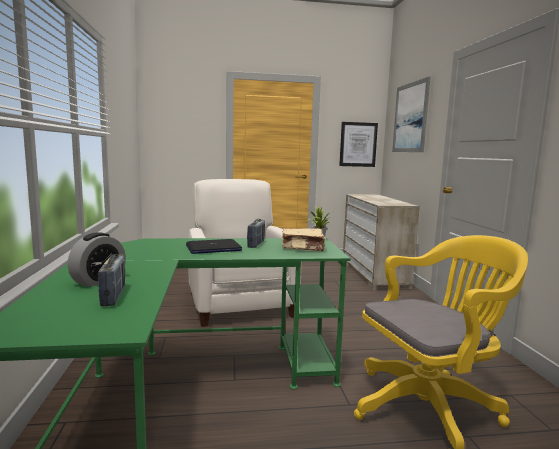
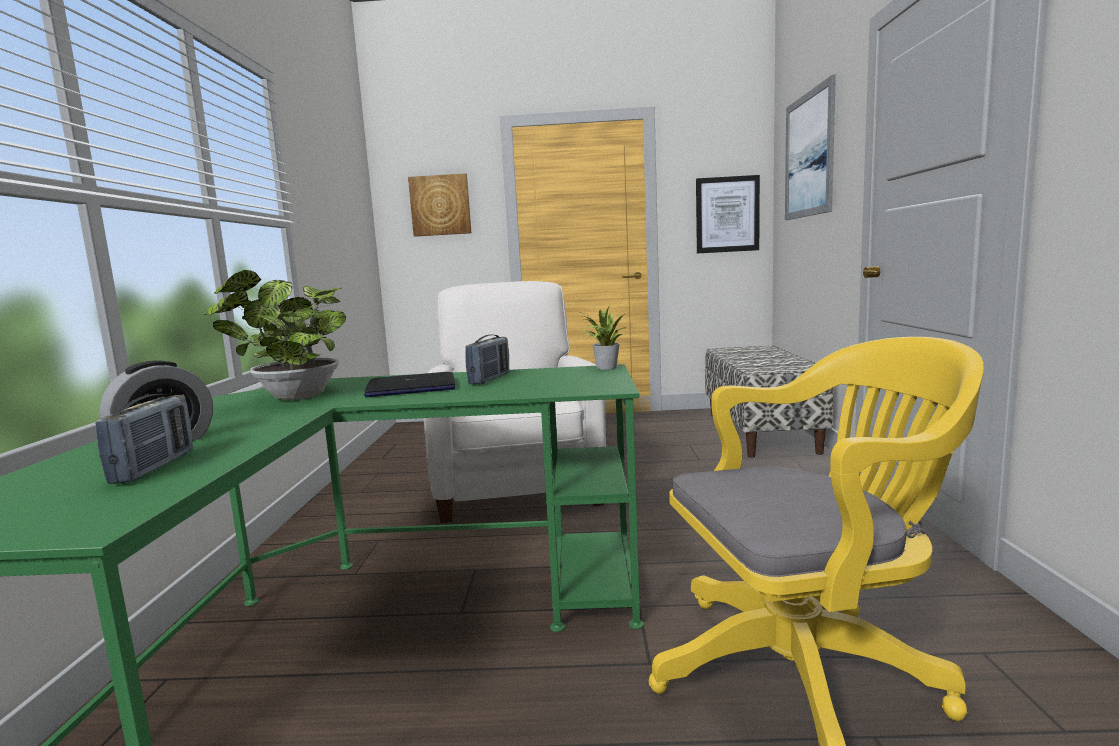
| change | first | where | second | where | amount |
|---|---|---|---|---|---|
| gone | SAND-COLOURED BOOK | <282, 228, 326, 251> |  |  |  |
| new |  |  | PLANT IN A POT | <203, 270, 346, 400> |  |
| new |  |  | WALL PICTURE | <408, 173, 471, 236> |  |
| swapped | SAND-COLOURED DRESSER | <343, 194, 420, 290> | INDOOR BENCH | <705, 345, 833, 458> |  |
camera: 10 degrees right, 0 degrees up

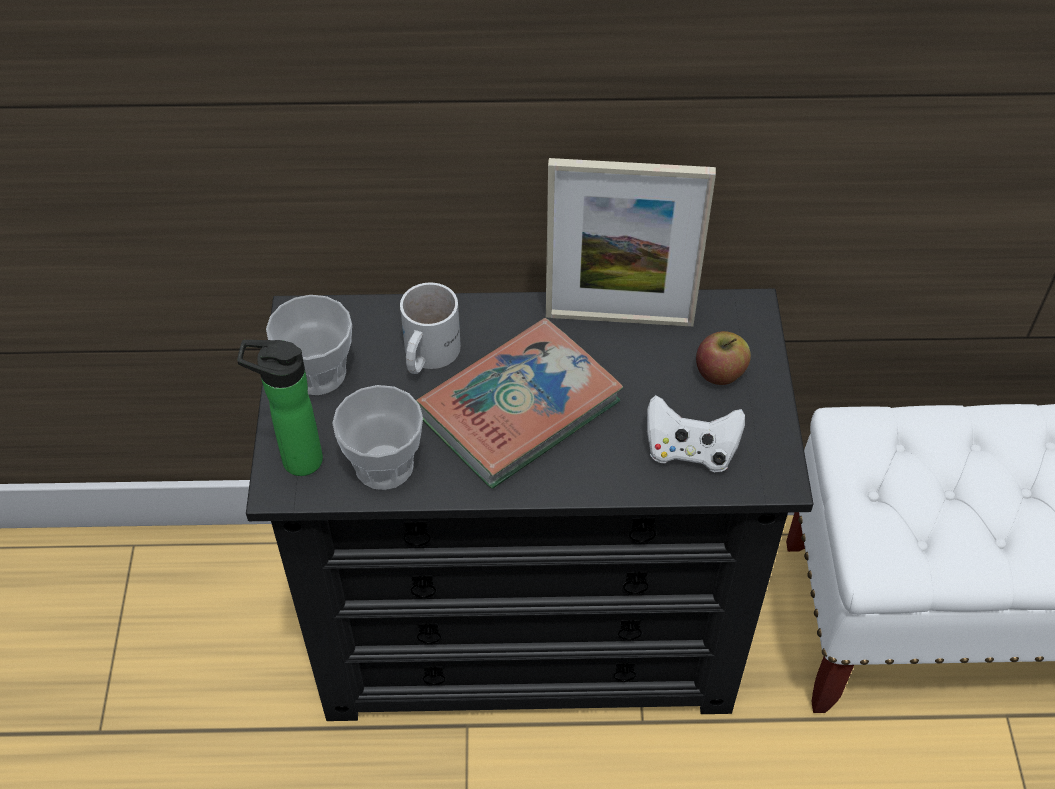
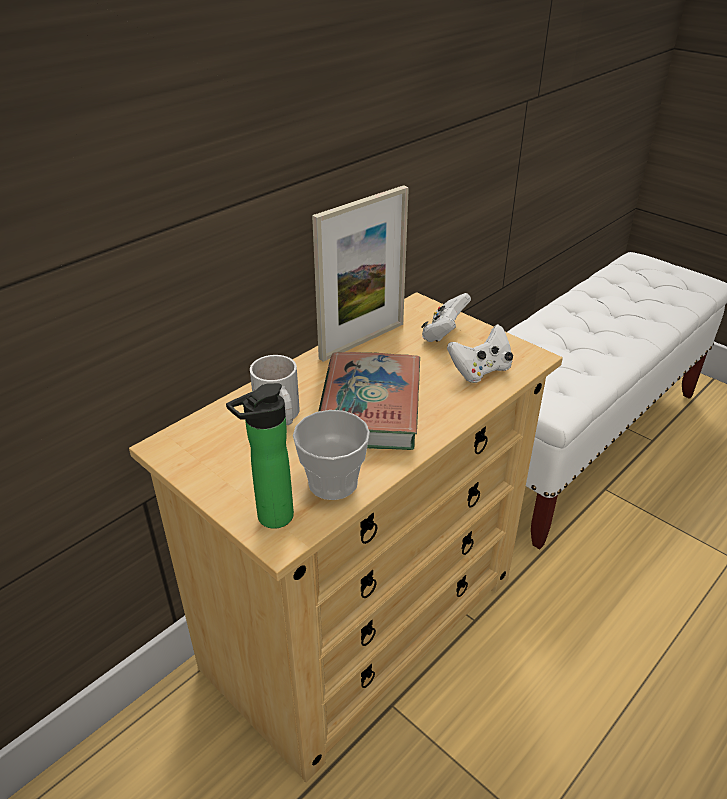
| change | first | where | second | where | amount |
|---|---|---|---|---|---|
| gone | DRINKING CUP | <266, 295, 352, 395> |  |  |  |
| swapped | APPLE | <696, 331, 751, 385> | WHITISH GAME CONTROLLER | <422, 293, 471, 342> |  |
| repainted | BLACKISH DRESSER | <246, 289, 813, 721> | SAND-COLOURED DRESSER | <129, 292, 563, 783> |  |
camera: 45 degrees left, 15 degrees down

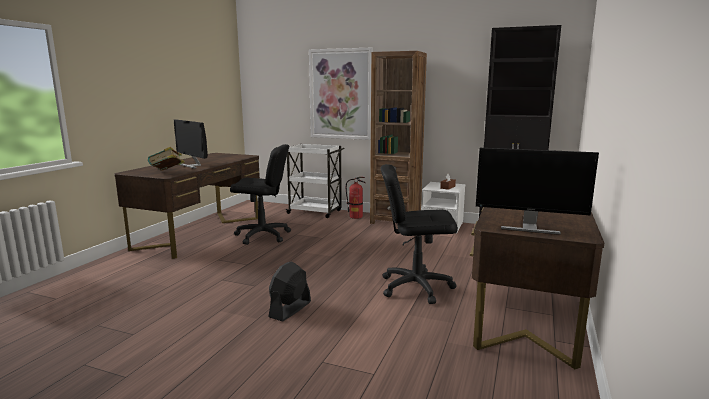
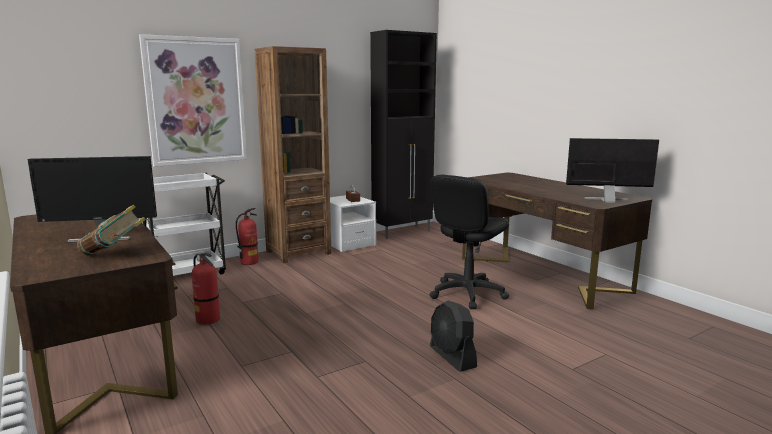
| change | first | where | second | where | amount |
|---|---|---|---|---|---|
| swapped | BLACKISH DESK CHAIR | <230, 144, 291, 245> | FIRE-FIGHTING CYLINDER | <192, 253, 220, 325> |  |
| rotated | COMPUTER DISPLAY | <476, 148, 599, 235> |  | <566, 138, 659, 203> | 135 degrees counterclockwise |
camera: 55 degrees left, 0 degrees up

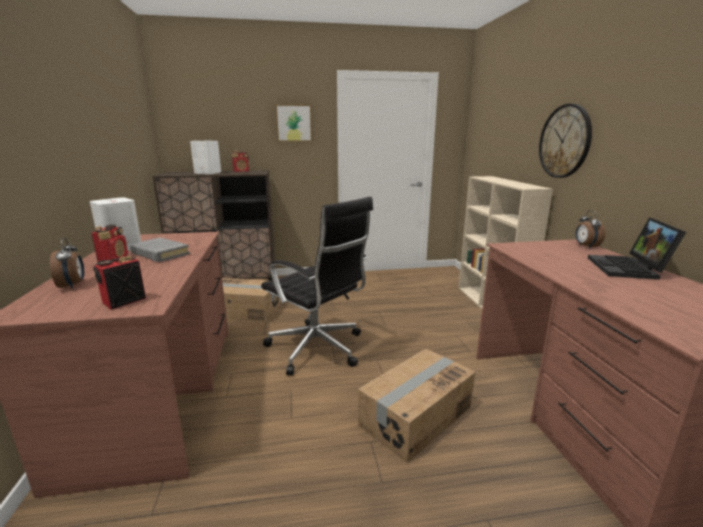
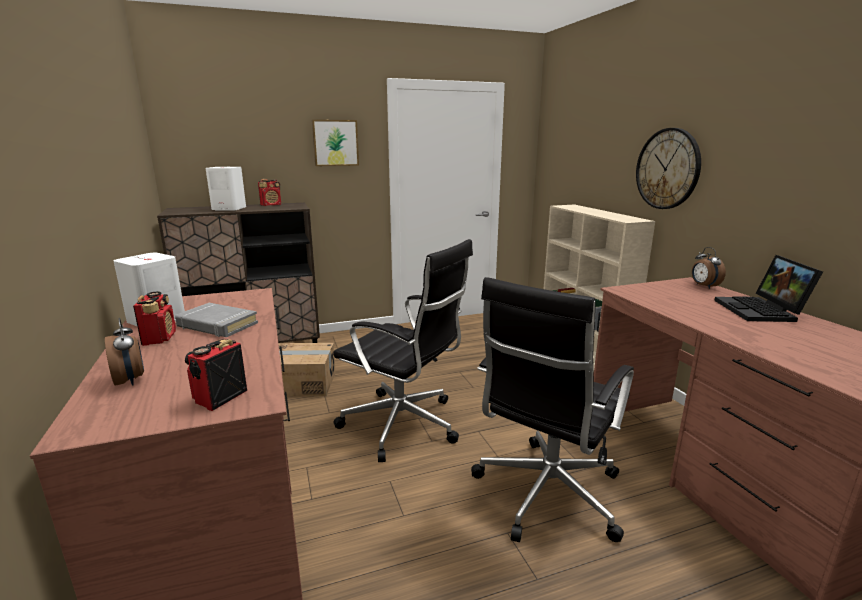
| change | first | where | second | where | amount |
|---|---|---|---|---|---|
| swapped | PACKING BOX | <358, 349, 475, 463> | BLACKISH DESK CHAIR | <471, 277, 634, 542> |  |
camera: 10 degrees left, 0 degrees up

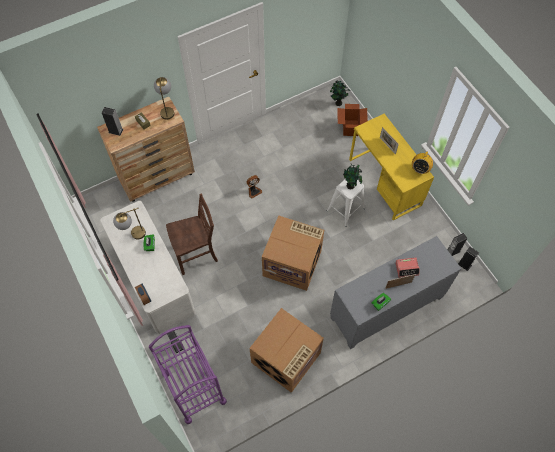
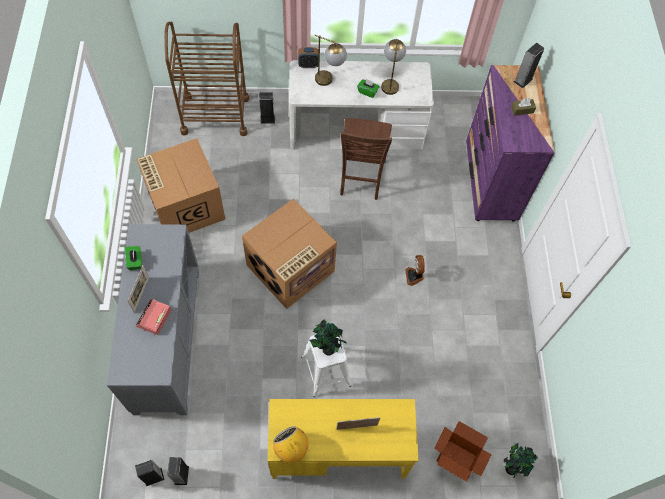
| change | first | where | second | where | amount |
|---|---|---|---|---|---|
| shifted | TABLETOP LAMP | <154, 77, 174, 120> |  | <314, 35, 347, 86> |  |
| repainted | BROWN DRESSER | <97, 97, 195, 202> | PURPLISH DRESSER | <466, 65, 555, 222> |  |
| repainted | PURPLISH CART | <149, 325, 227, 424> | BROWN CART | <164, 22, 249, 136> |  |
camera: 115 degrees right, 0 degrees up

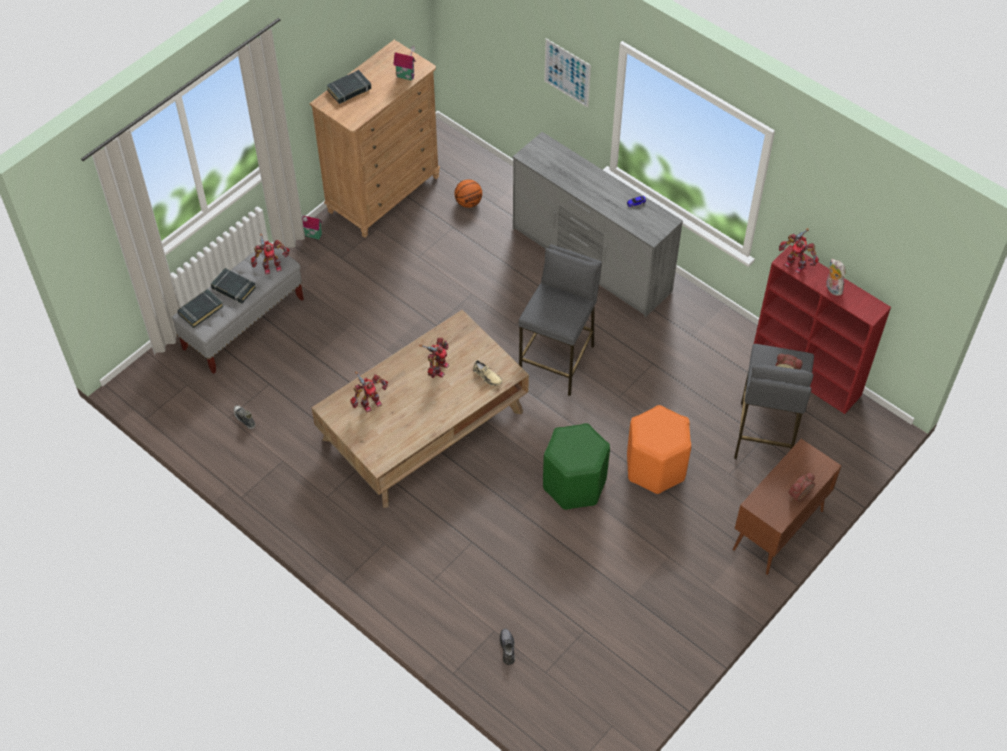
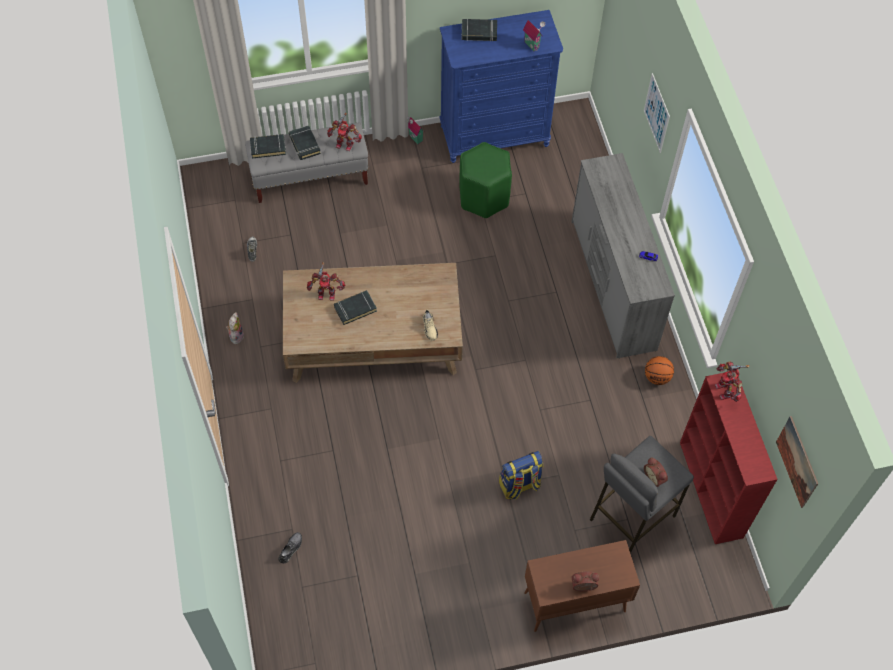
| change | first | where | second | where | amount |
|---|---|---|---|---|---|
| gone | ROBOT FIGURE | <419, 337, 449, 378> |  |  |  |
| gone | GREY STOOL SEAT | <518, 244, 602, 396> |  |  |  |
| new |  |  | BLACKISH BOOK | <334, 290, 377, 325> |  |
| new |  |  | WALL PICTURE | <776, 416, 818, 508> |  |
| shifted | BASKETBALL BALL | <455, 180, 482, 208> |  | <645, 356, 674, 385> |  |
| shifted | GREEN STOOL SEAT | <543, 423, 610, 510> |  | <460, 142, 512, 218> |  |
| shifted | CUDDLY TOY | <826, 259, 846, 296> |  | <226, 312, 244, 344> |  |
| swapped | ORANGEY STOOL SEAT | <627, 405, 691, 494> | KNAPSACK | <499, 451, 543, 500> |  |
| repainted | BROWN DRESSER | <309, 40, 440, 238> | BLUE DRESSER | <439, 10, 563, 163> |  |
camera: 35 degrees right, 5 degrees up

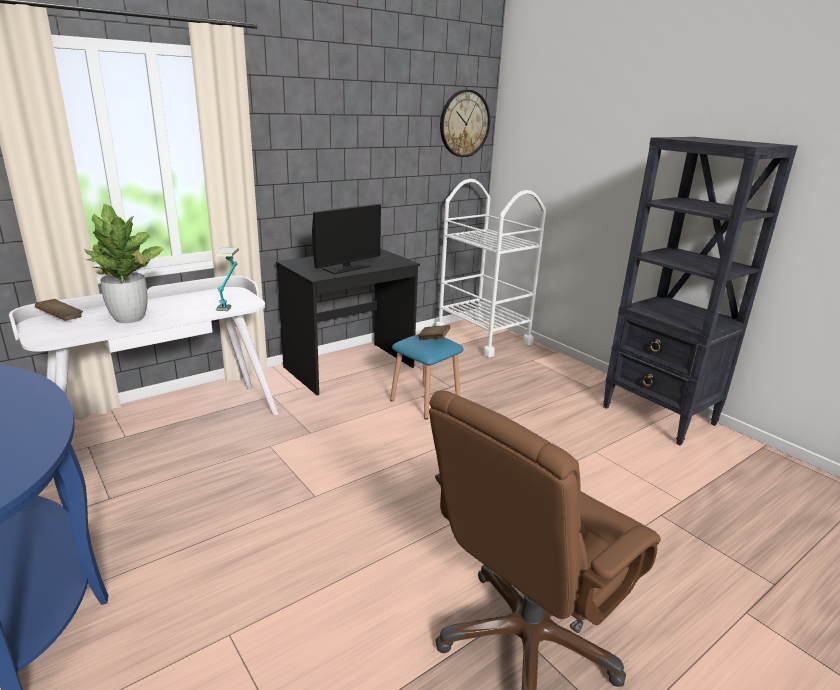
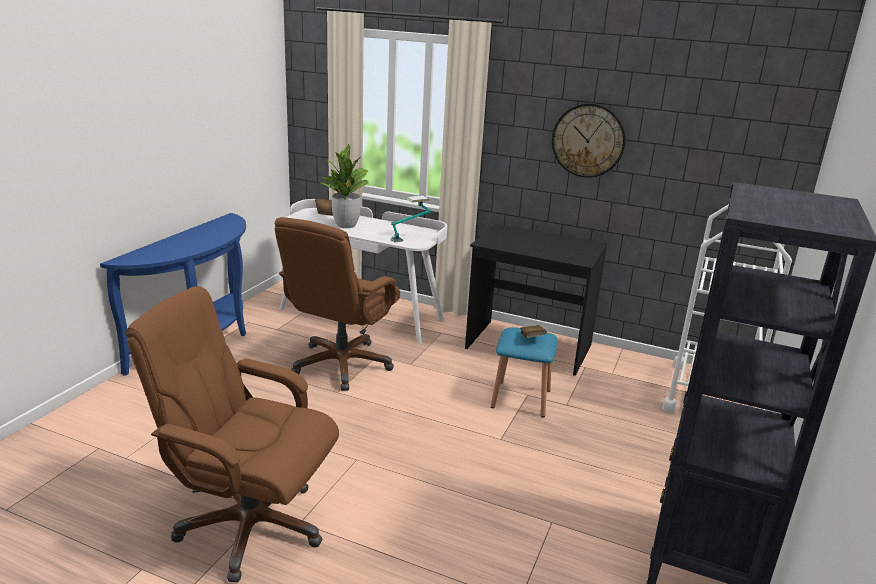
| change | first | where | second | where | amount |
|---|---|---|---|---|---|
| gone | COMPUTER DISPLAY | <312, 204, 381, 274> |  |  |  |
| new |  |  | BROWN DESK CHAIR | <274, 217, 400, 391> |  |
| shifted | CLOCK ON THE WALL | <440, 90, 490, 157> |  | <552, 103, 626, 178> |  |
camera: 60 degrees right, 0 degrees up

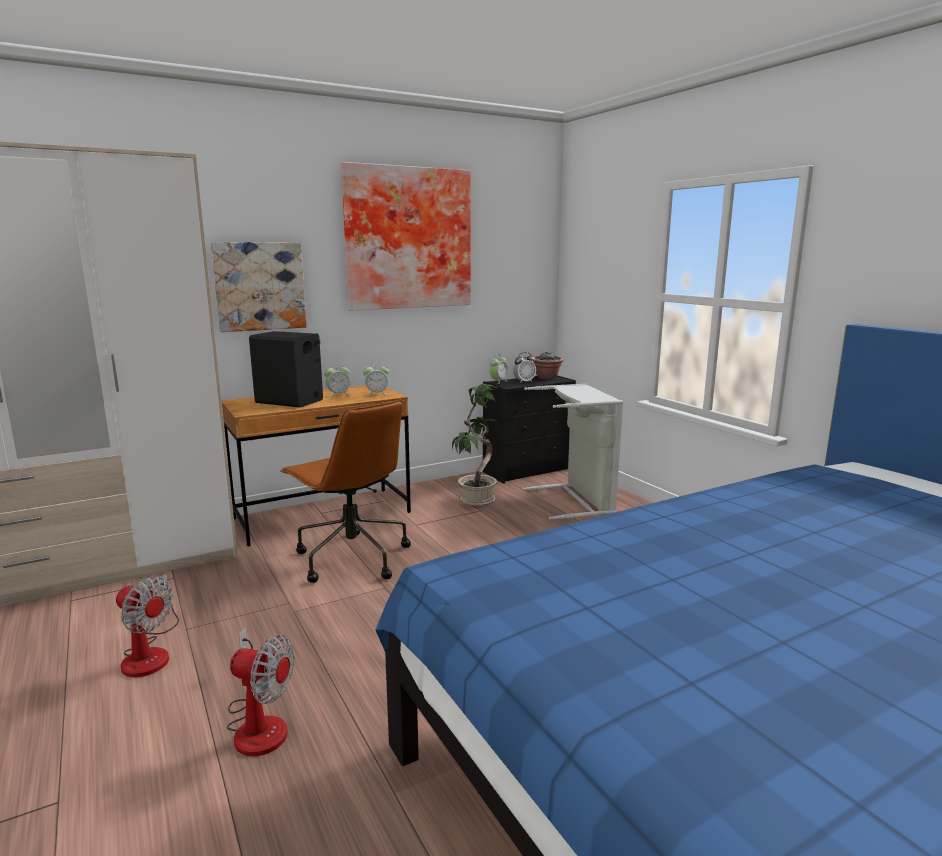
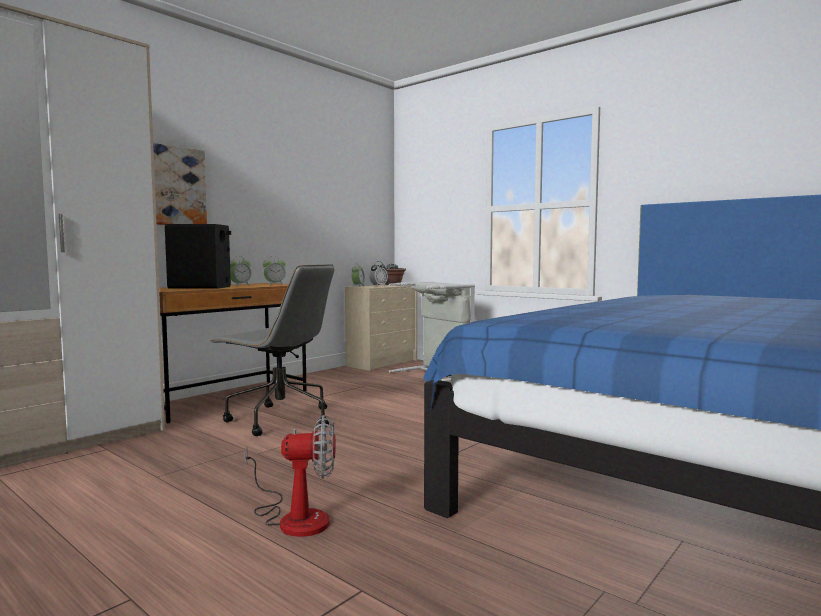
| change | first | where | second | where | amount |
|---|---|---|---|---|---|
| gone | FAN | <116, 574, 179, 677> |  |  |  |
| gone | WALL PICTURE | <341, 162, 471, 311> |  |  |  |
| gone | PLANT IN A POT | <452, 384, 499, 506> |  |  |  |
| repainted | BROWN DESK CHAIR | <280, 400, 411, 583> | GREY DESK CHAIR | <210, 264, 334, 436> |  |
| repainted | BLACKISH DRESSER | <483, 375, 576, 484> | SAND-COLOURED DRESSER | <345, 285, 417, 371> |  |
camera: 20 degrees left, 10 degrees down

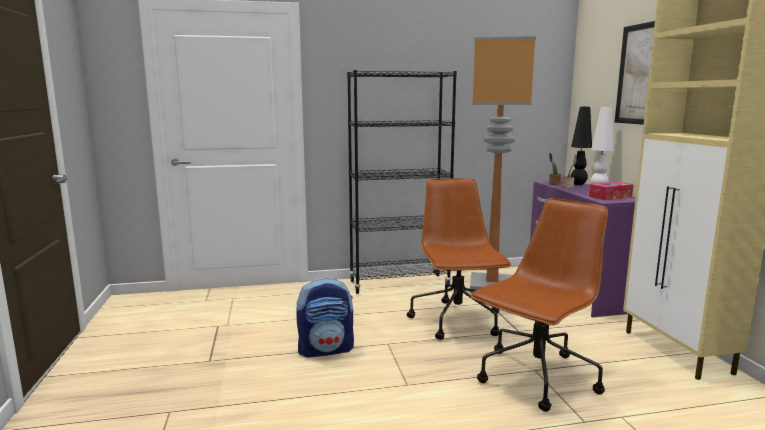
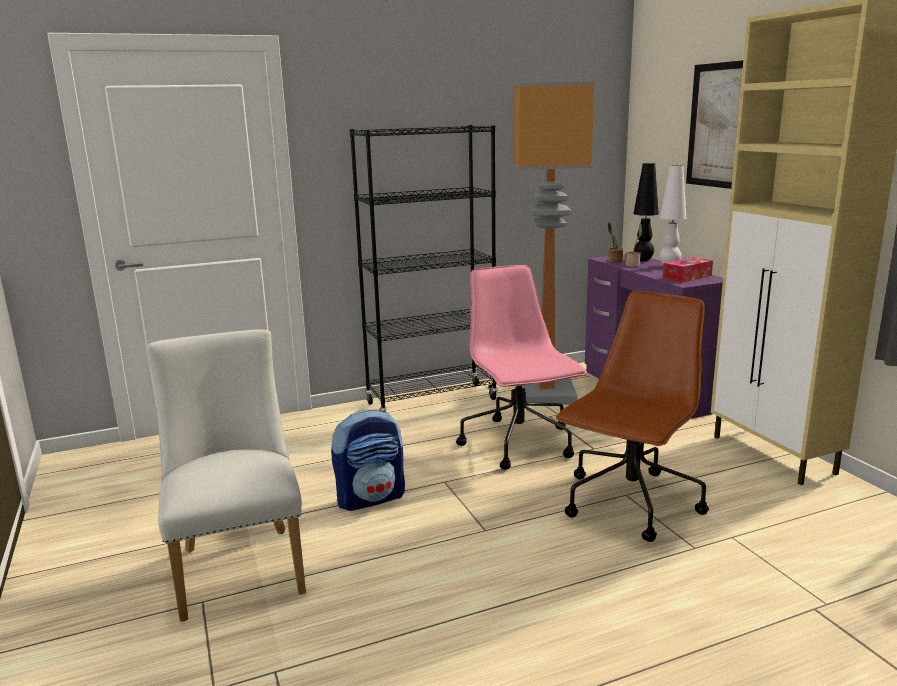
| change | first | where | second | where | amount |
|---|---|---|---|---|---|
| new |  |  | WHITISH PLAIN CHAIR | <146, 329, 306, 622> |  |
| repainted | BROWN DESK CHAIR | <407, 178, 511, 340> | PINK-COLOURED DESK CHAIR | <456, 265, 587, 470> |  |
camera: 10 degrees left, 5 degrees up

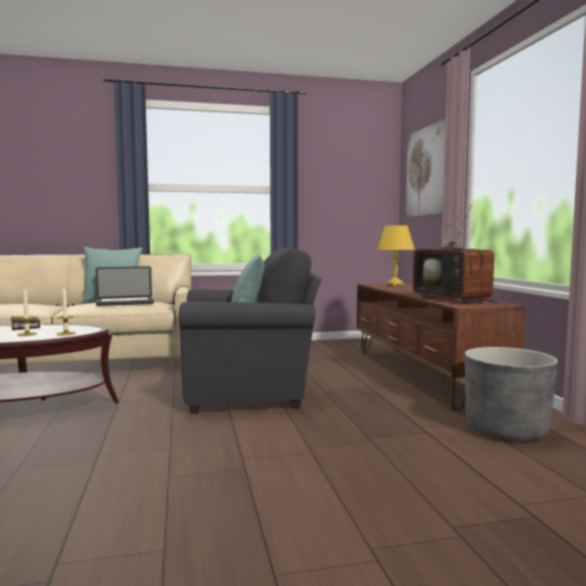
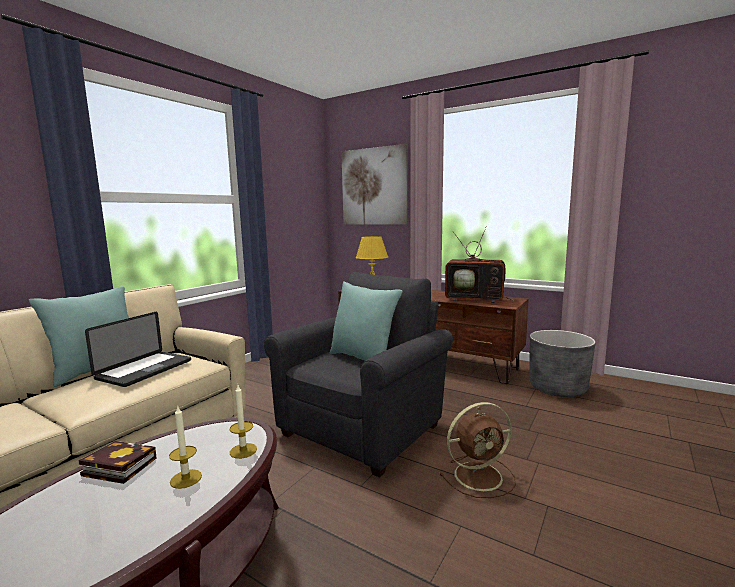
| change | first | where | second | where | amount |
|---|---|---|---|---|---|
| new |  |  | BROWN FAN | <440, 402, 516, 498> |  |
camera: 45 degrees left, 5 degrees up

